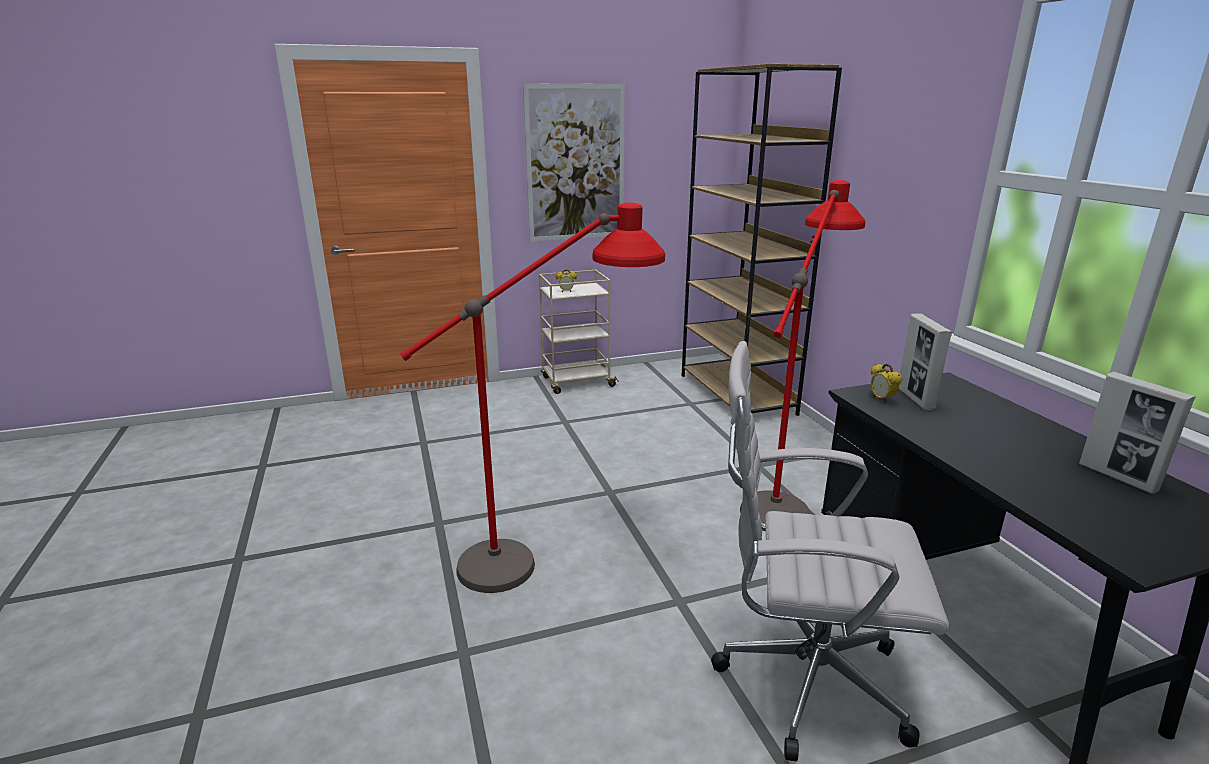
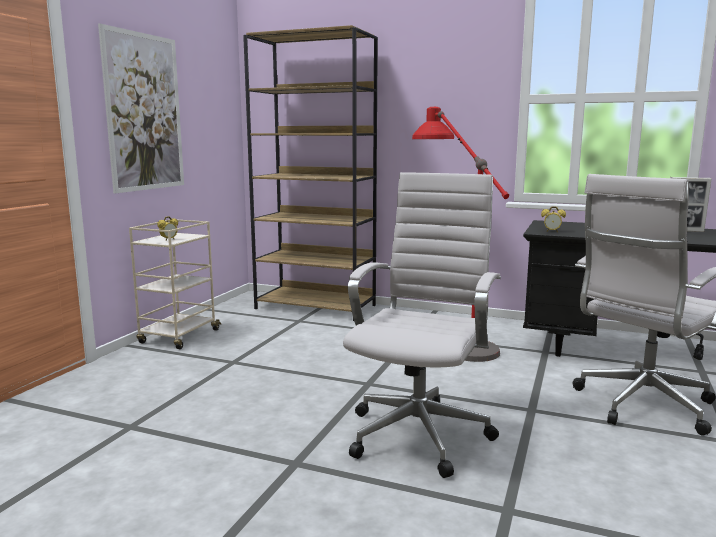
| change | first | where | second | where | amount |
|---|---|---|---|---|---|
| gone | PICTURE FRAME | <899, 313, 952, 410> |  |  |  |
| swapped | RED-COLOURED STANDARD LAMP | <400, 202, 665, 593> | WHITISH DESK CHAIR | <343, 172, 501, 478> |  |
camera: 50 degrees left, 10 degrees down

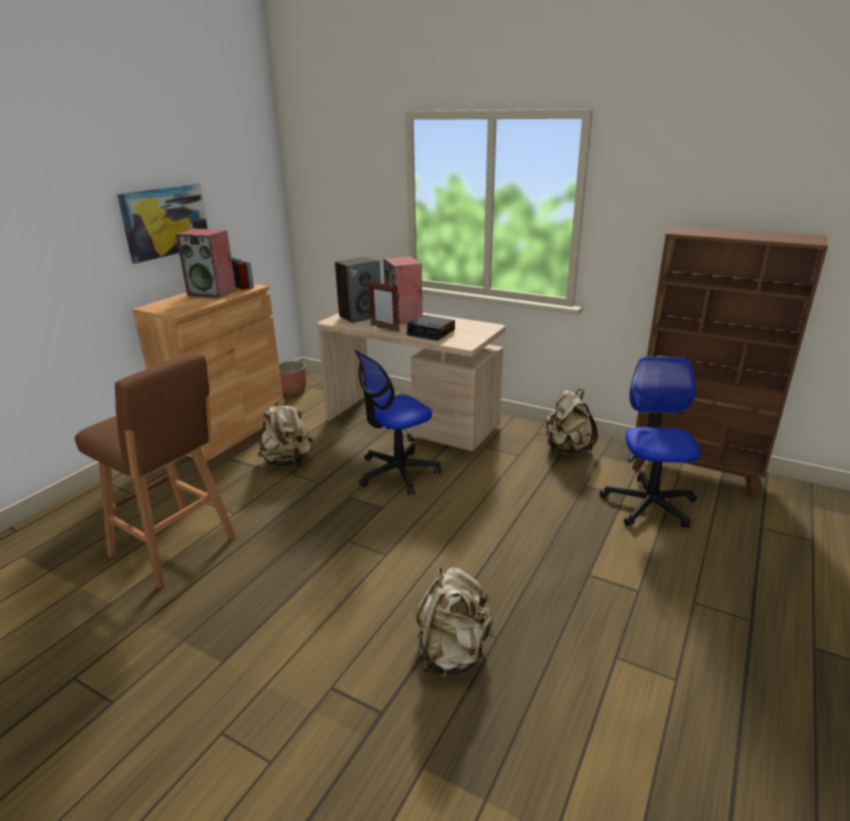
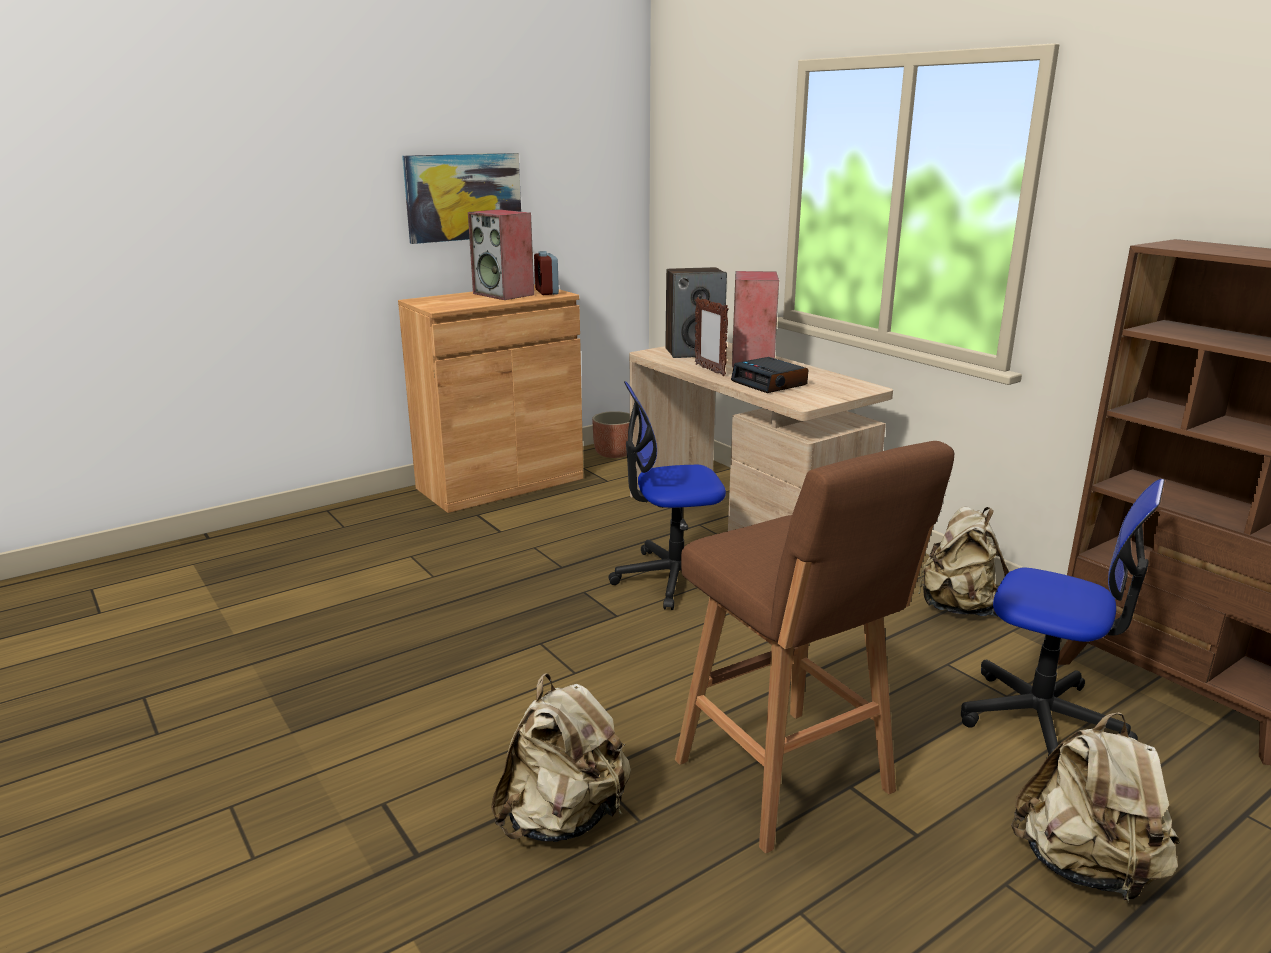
| change | first | where | second | where | amount |
|---|---|---|---|---|---|
| shifted | BROWN STOOL SEAT | <75, 352, 236, 588> |  | <675, 441, 955, 854> |  |
| shifted | SAND-COLOURED KNAPSACK | <257, 397, 313, 467> |  | <1011, 712, 1180, 903> |  |
| rotated | DESK CHAIR | <599, 357, 701, 528> |  | <961, 479, 1165, 756> | 90 degrees clockwise |
camera: 25 degrees right, 5 degrees down

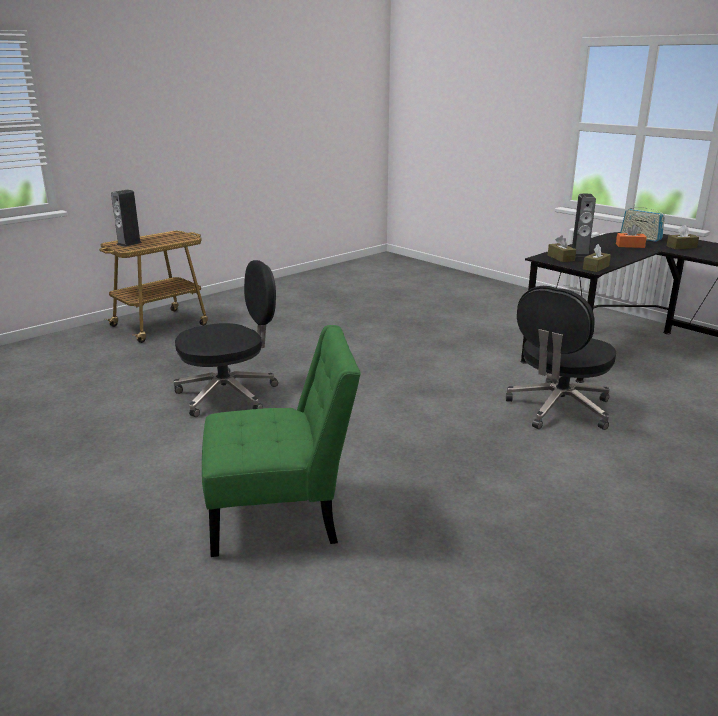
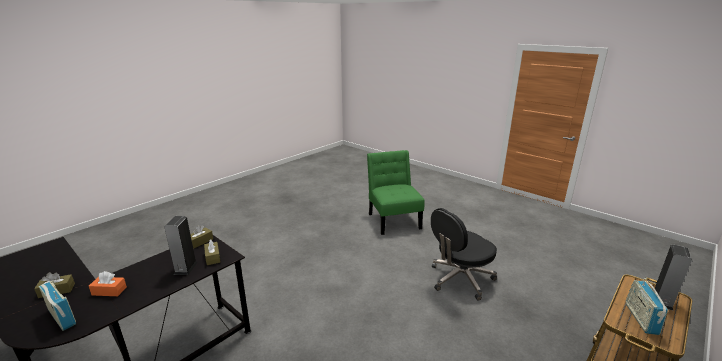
| change | first | where | second | where | amount |
|---|---|---|---|---|---|
| gone | BLACKISH DESK CHAIR | <506, 286, 616, 430> |  |  |  |
| new |  |  | RADIO SET | <626, 278, 668, 335> |  |
| rotated | GREEN PLAIN CHAIR | <202, 325, 361, 557> |  | <367, 150, 425, 235> | 90 degrees clockwise |
camera: 175 degrees right, 0 degrees up

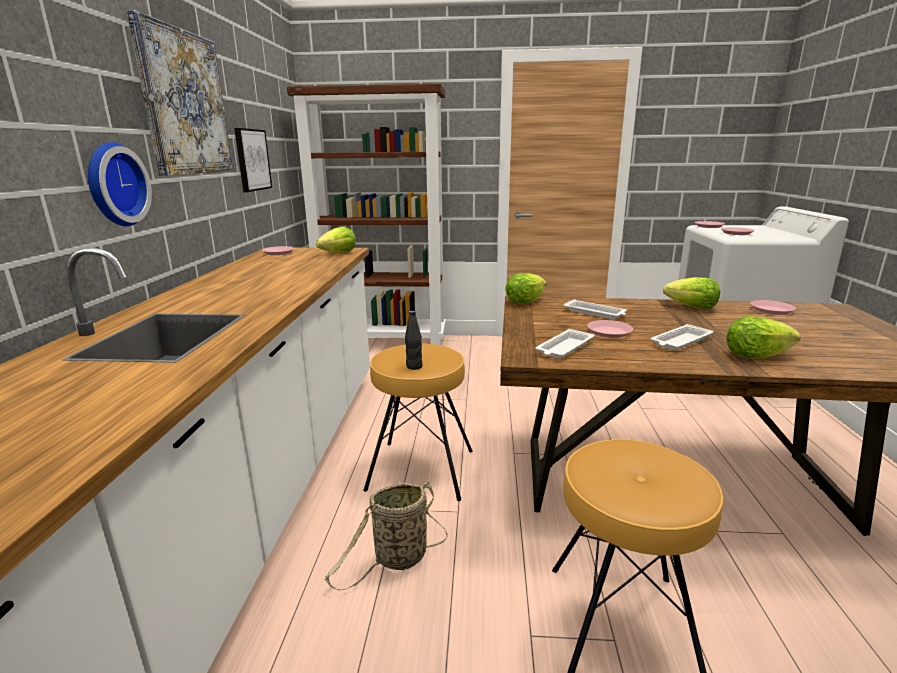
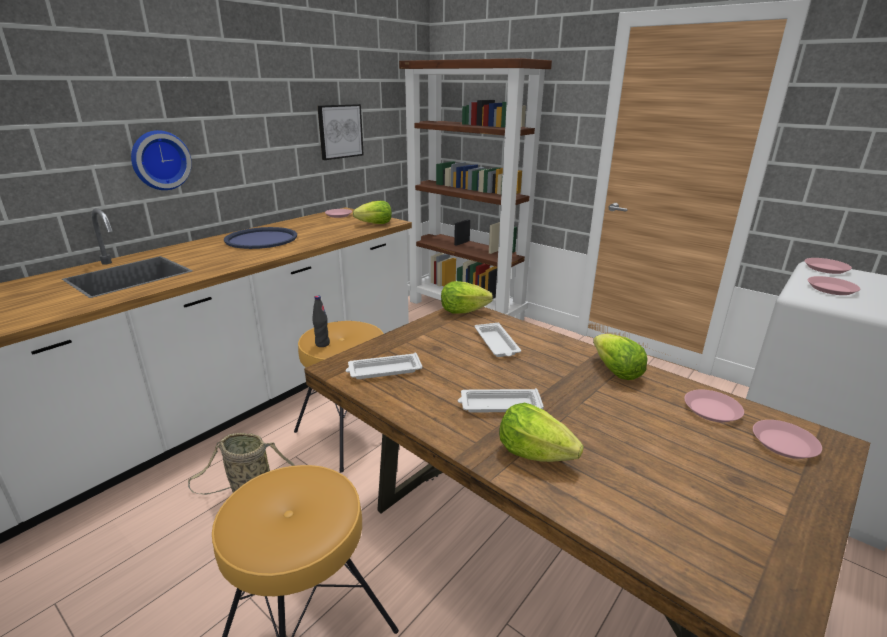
| change | first | where | second | where | amount |
|---|---|---|---|---|---|
| gone | WALL PICTURE | <127, 10, 233, 176> |  |  |  |
| new |  |  | BLUE SERVING TRAY | <224, 227, 297, 249> |  |
| shifted | PINK-COLOURED FLAT DISH | <587, 320, 633, 338> |  | <753, 420, 822, 459> |  |
camera: 35 degrees right, 5 degrees up

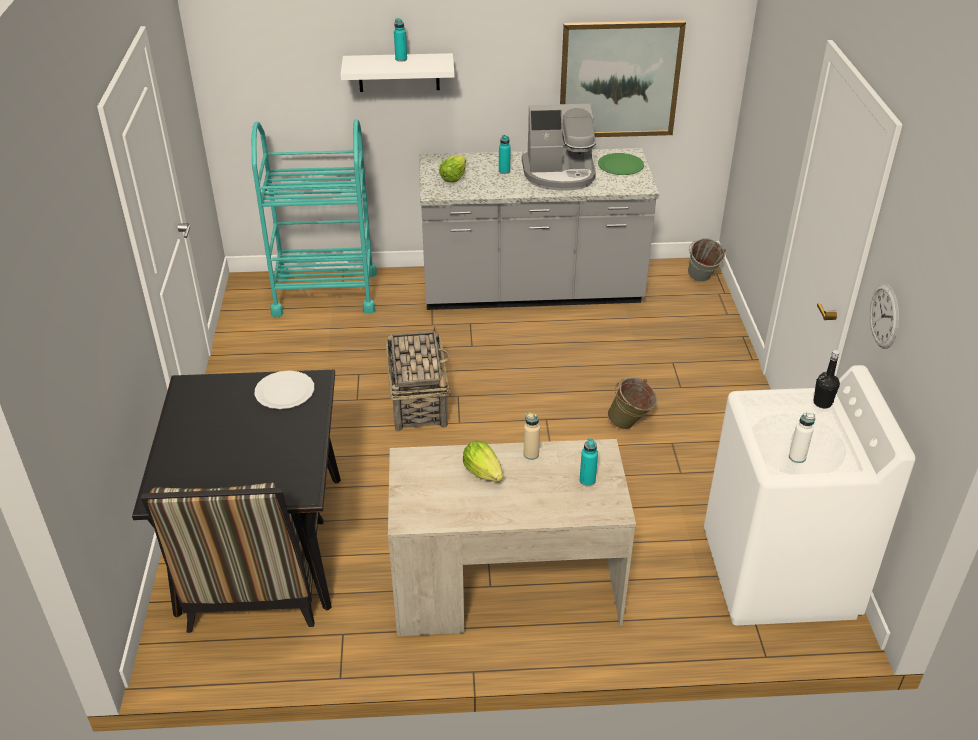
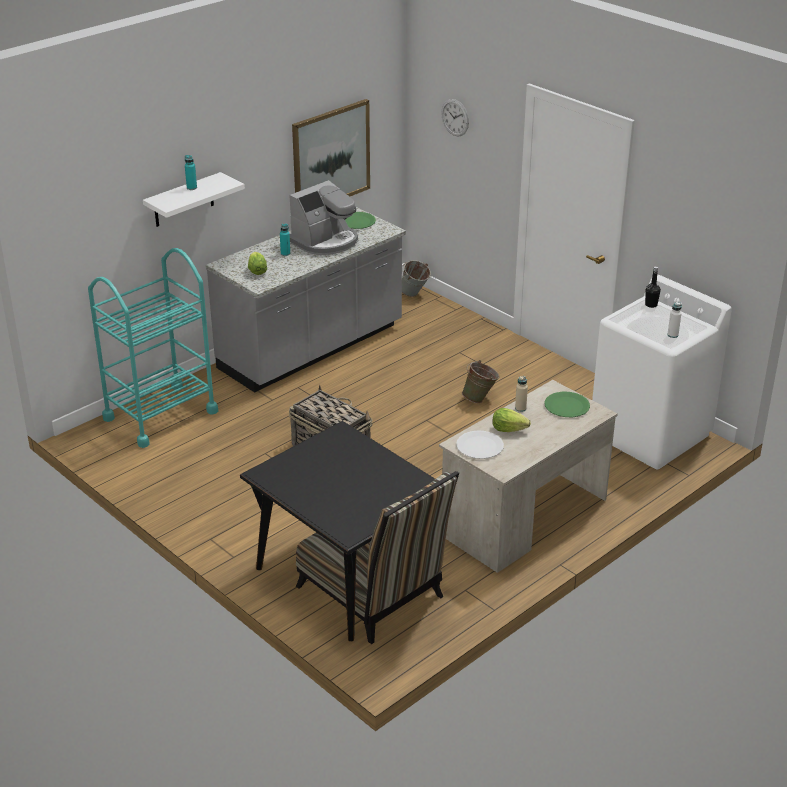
| change | first | where | second | where | amount |
|---|---|---|---|---|---|
| shifted | WHITISH FLAT DISH | <255, 371, 314, 409> |  | <456, 430, 504, 459> |  |
| shifted | CLOCK ON THE WALL | <870, 283, 899, 349> |  | <441, 99, 469, 136> |  |
| swapped | TURQUOISE DRINK BOTTLE | <580, 438, 598, 486> | GREEN FLAT DISH | <544, 392, 590, 417> |  |
camera: 40 degrees left, 5 degrees down

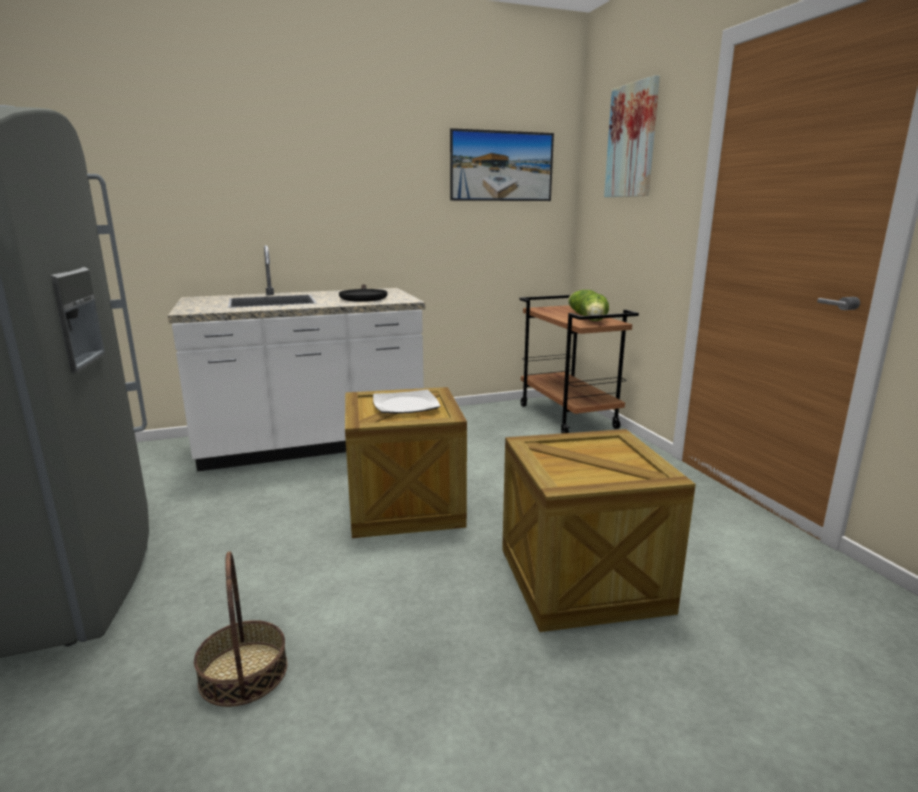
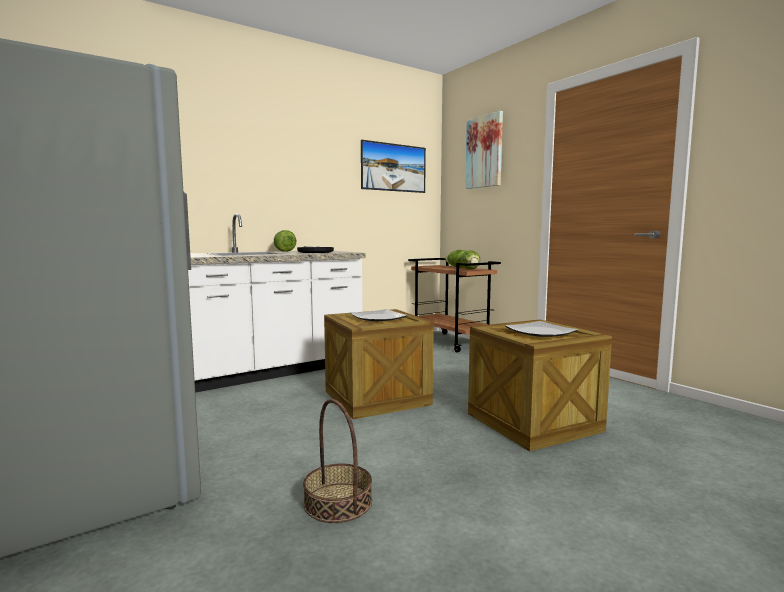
| change | first | where | second | where | amount |
|---|---|---|---|---|---|
| new |  |  | LETTUCE HEAD | <274, 230, 296, 252> |  |
| new |  |  | FLAT DISH | <505, 321, 578, 337> |  |
camera: 15 degrees left, 10 degrees down

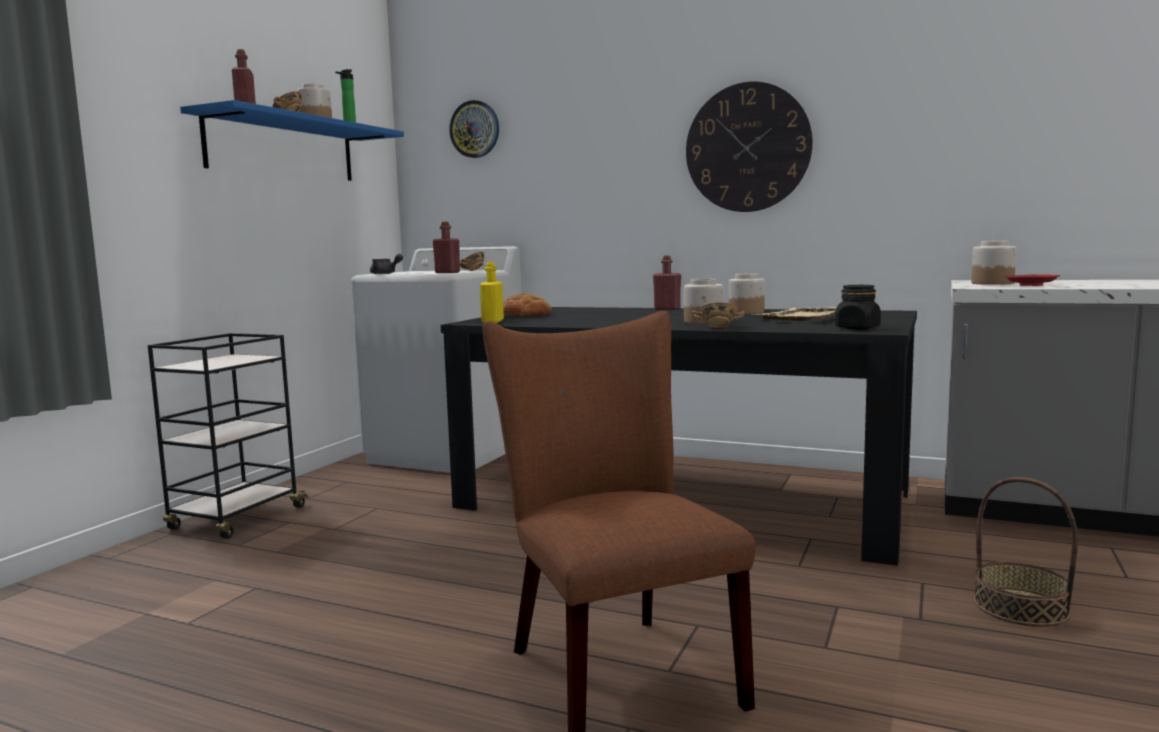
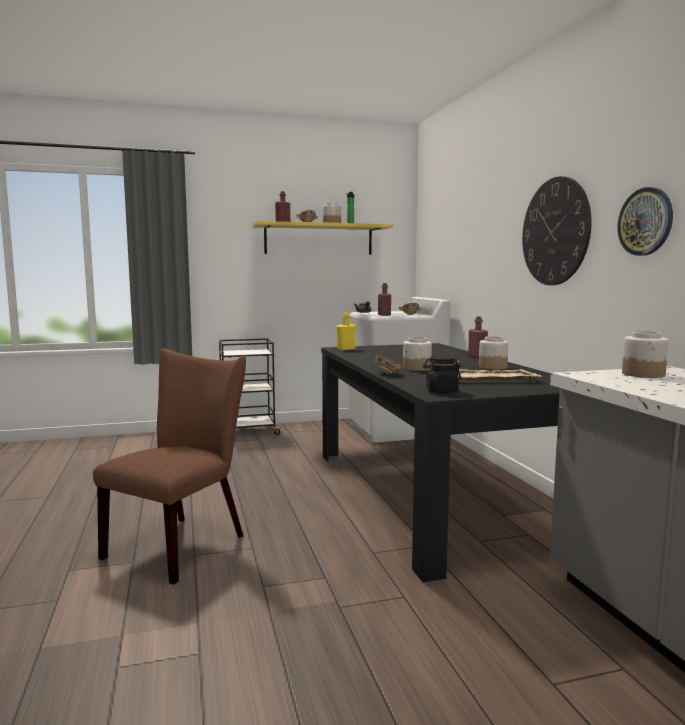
| change | first | where | second | where | amount |
|---|---|---|---|---|---|
| gone | BREAD | <503, 293, 552, 317> |  |  |  |
| gone | STORAGE BASKET | <974, 477, 1078, 627> |  |  |  |
| gone | RED-COLOURED FLAT DISH | <1005, 274, 1060, 286> |  |  |  |
| shifted | CLOCK ON THE WALL | <449, 100, 499, 158> |  | <618, 187, 673, 256> |  |
| repainted | BLUE SHELF | <180, 100, 404, 181> | YELLOW SHELF | <253, 221, 393, 255> |  |
camera: 50 degrees right, 0 degrees up

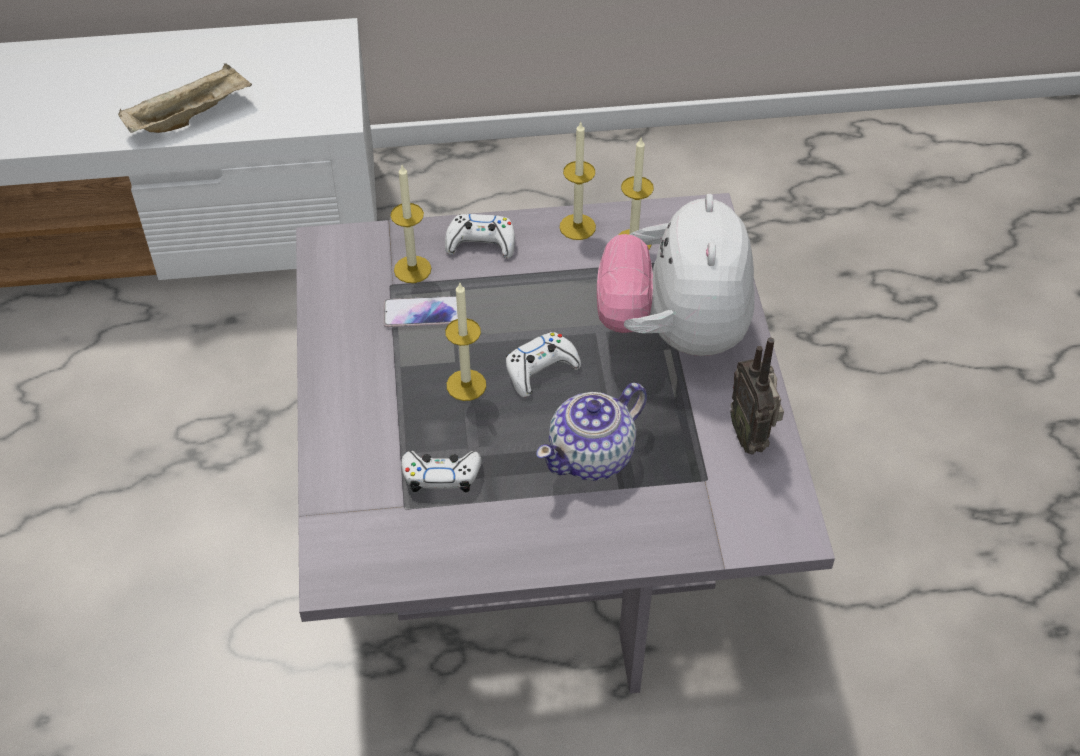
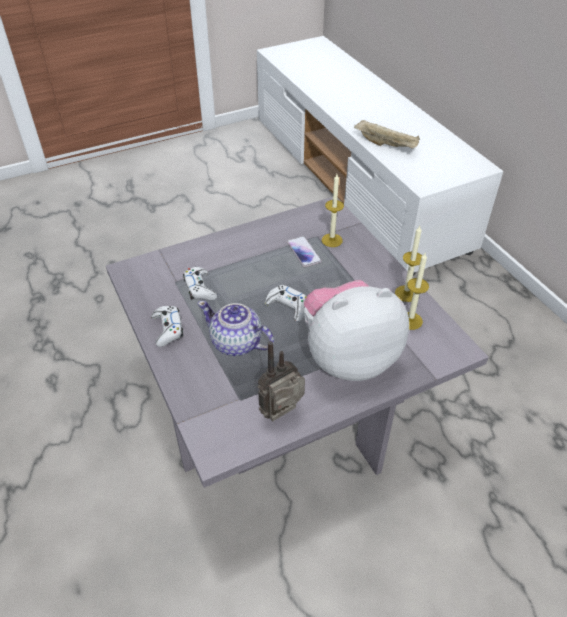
| change | first | where | second | where | amount |
|---|---|---|---|---|---|
| gone | WAX CANDLE | <445, 283, 486, 401> |  |  |  |
| shifted | WHITISH GAME CONTROLLER | <445, 214, 515, 259> |  | <151, 306, 183, 347> |  |
camera: 70 degrees right, 5 degrees down

